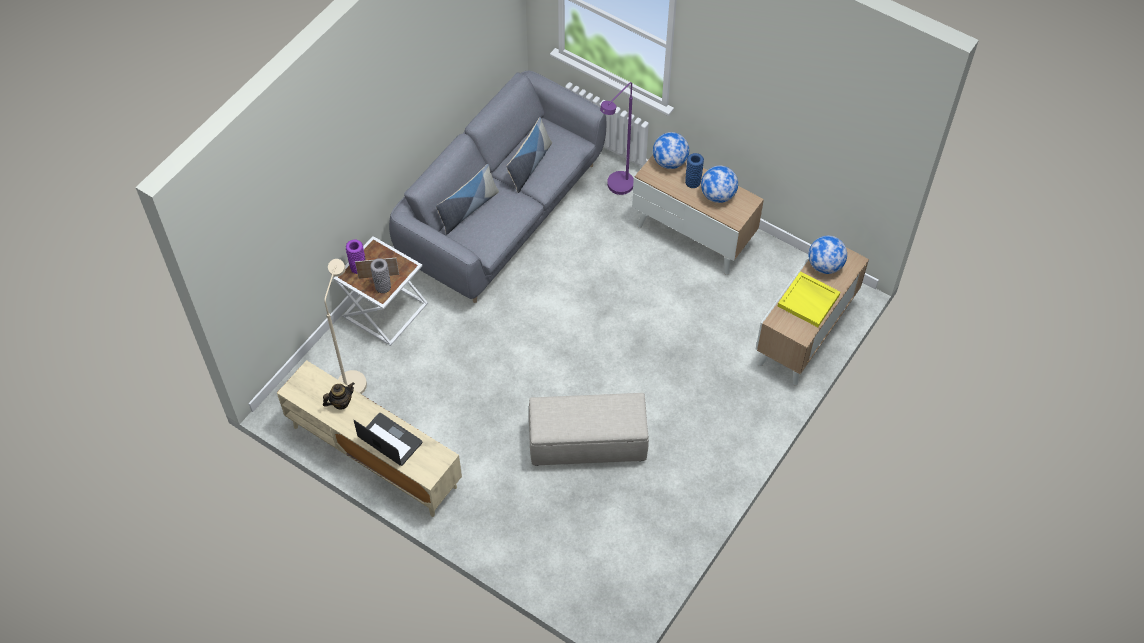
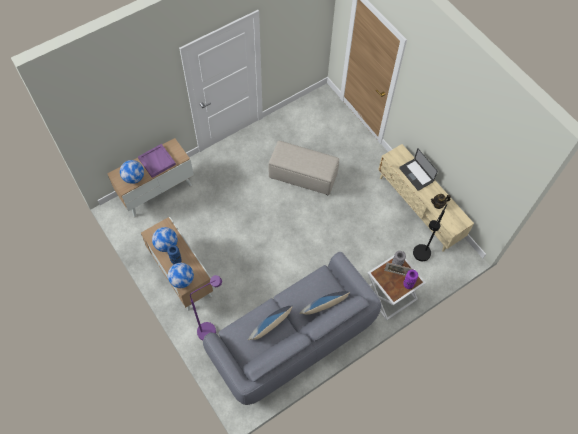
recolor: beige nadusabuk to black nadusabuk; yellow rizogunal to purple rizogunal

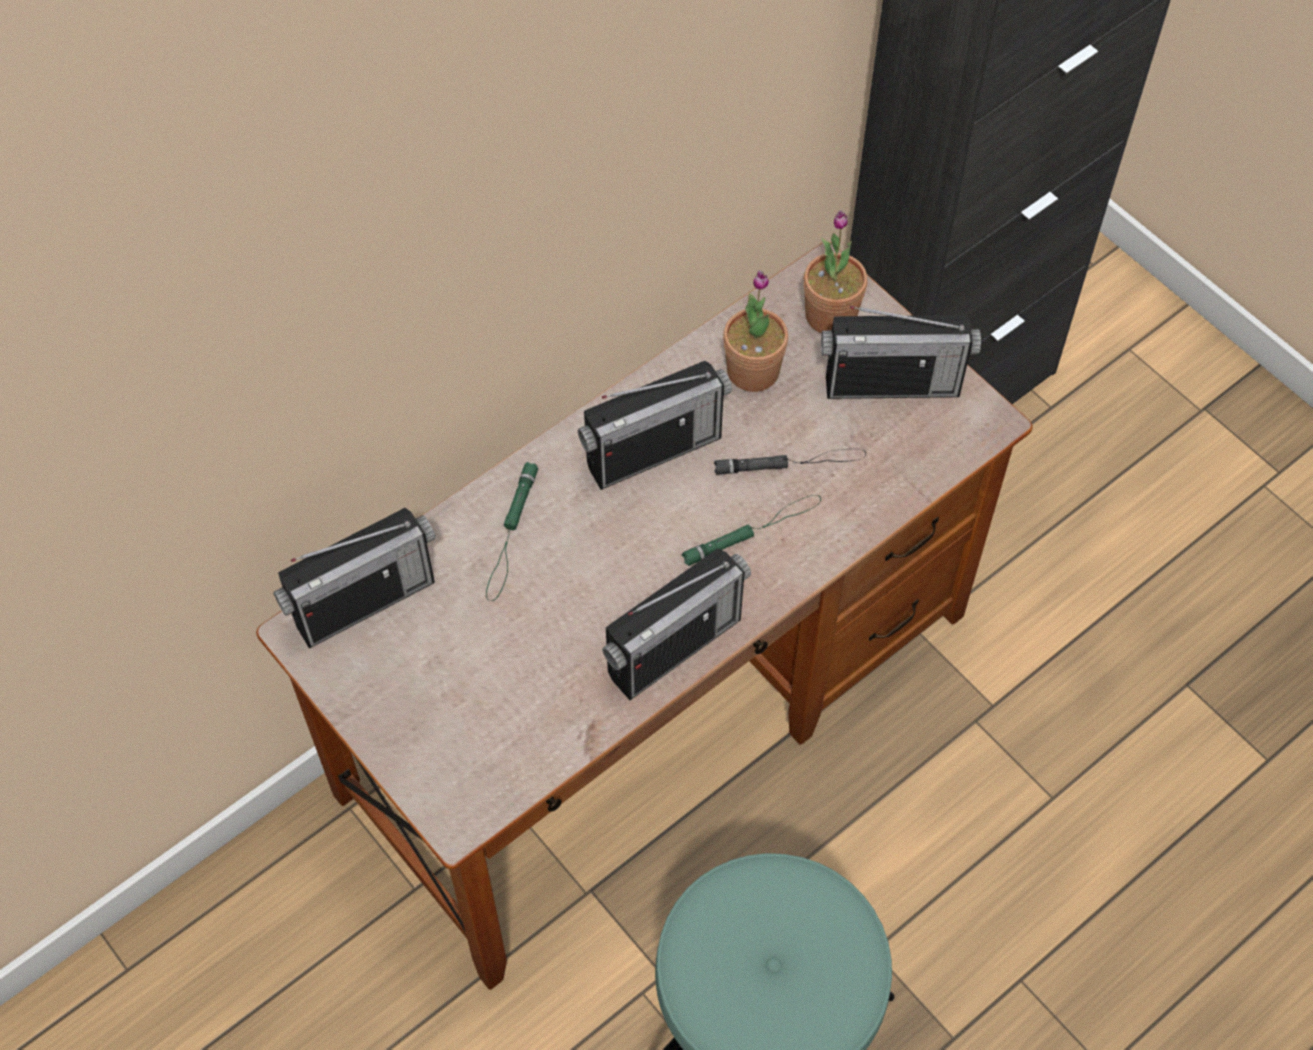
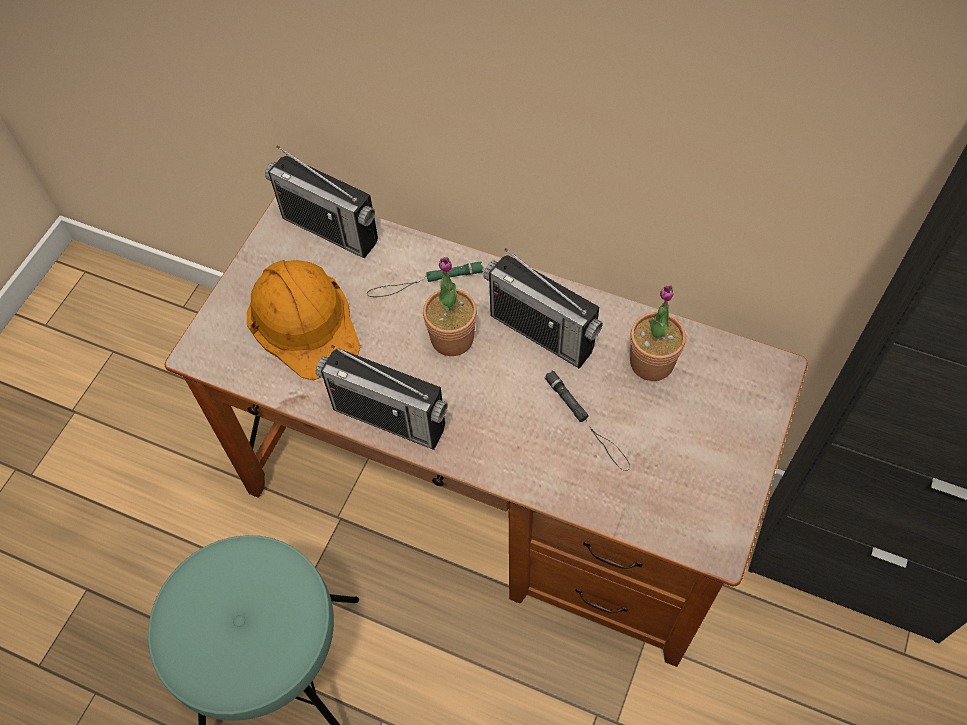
delete: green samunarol (2nd from left); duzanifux (4th from left)
insert: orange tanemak
move: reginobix (2nd from left in the first image) to reginobix (1st from left)

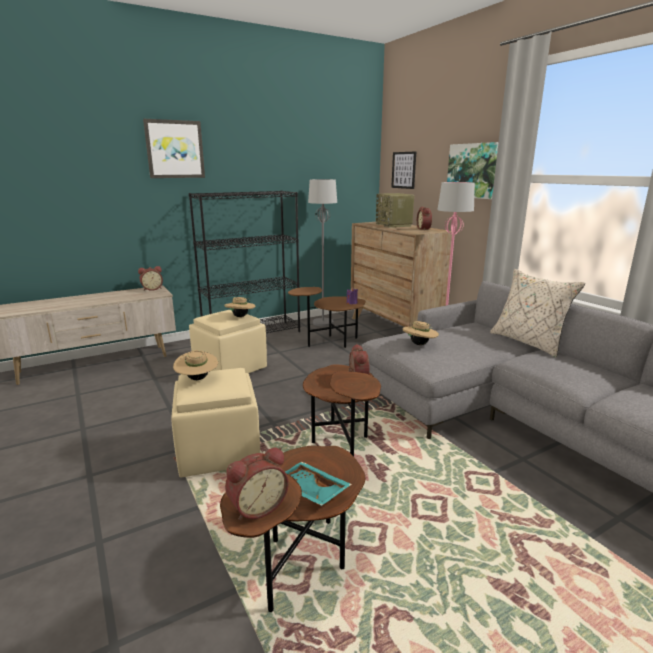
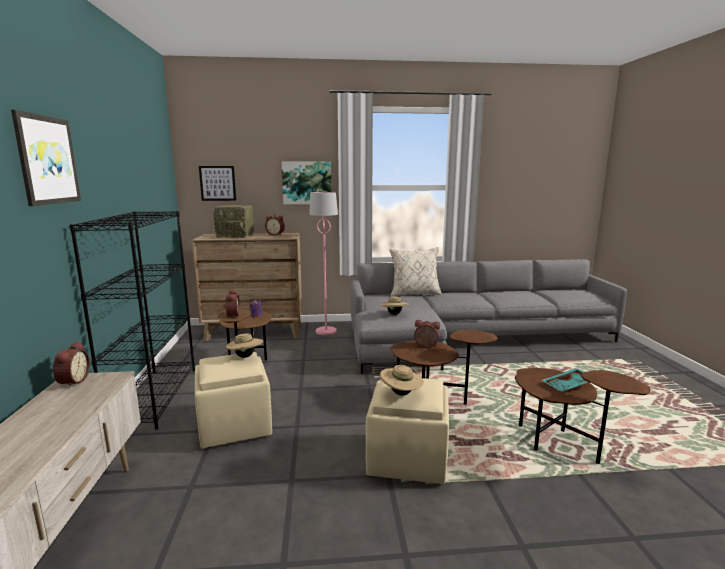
delete: grey nadusabuk
move: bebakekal (2nd from left)

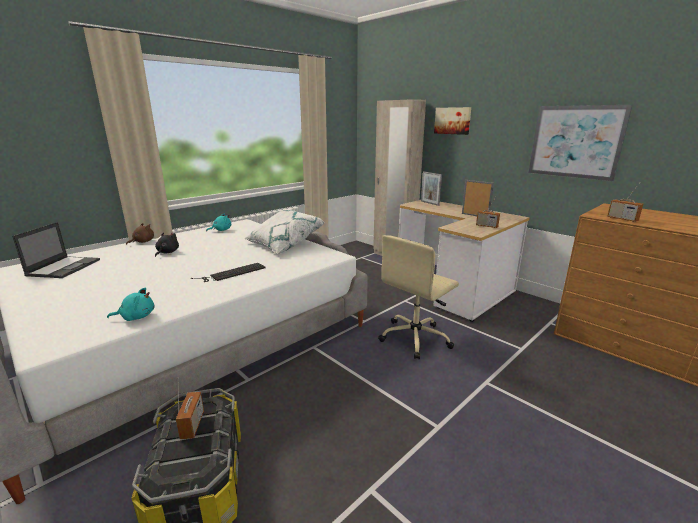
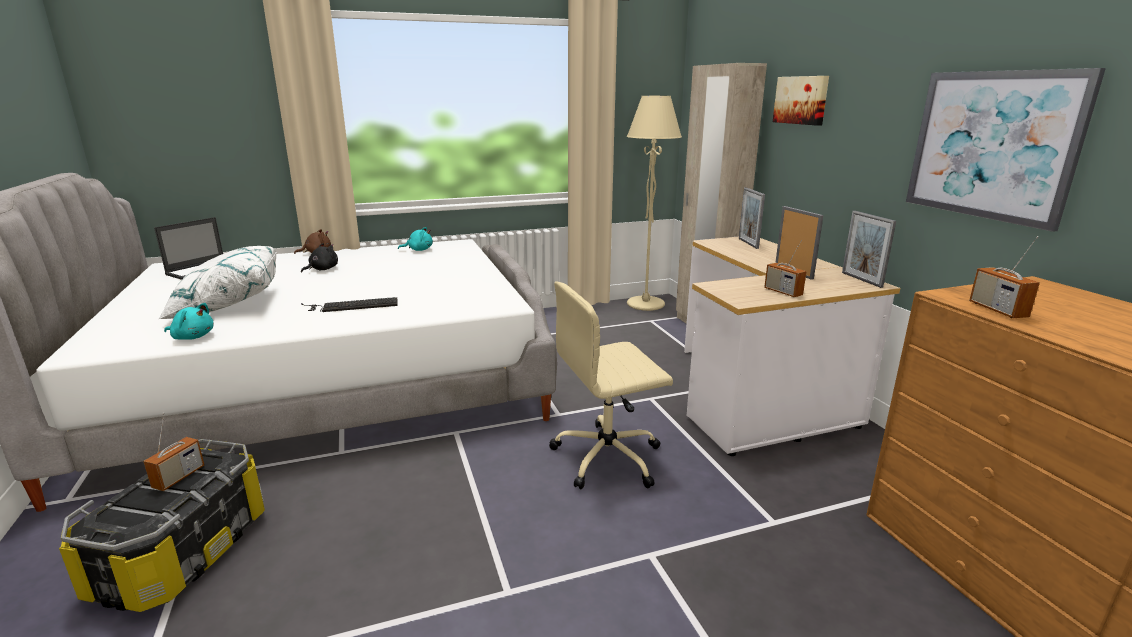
insert: beige nadusabuk; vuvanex (3rd from left)
move: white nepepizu

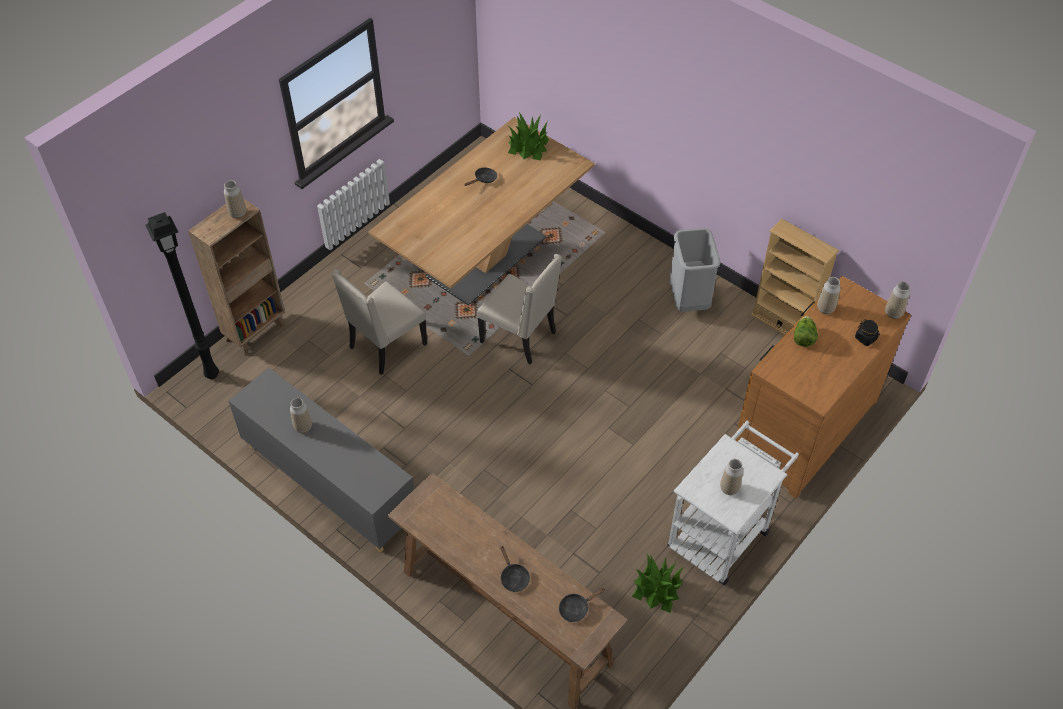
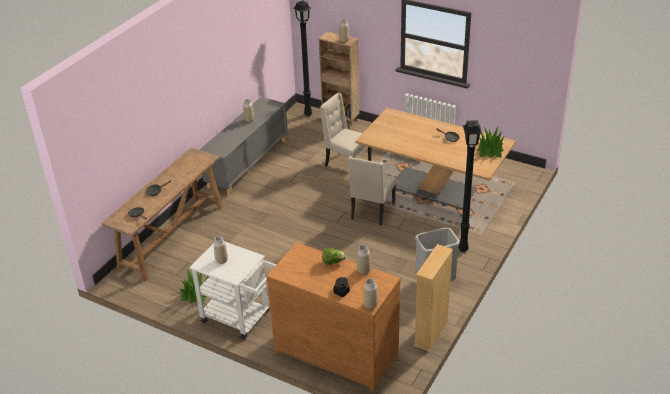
insert: black nadusabuk (2nd from left)

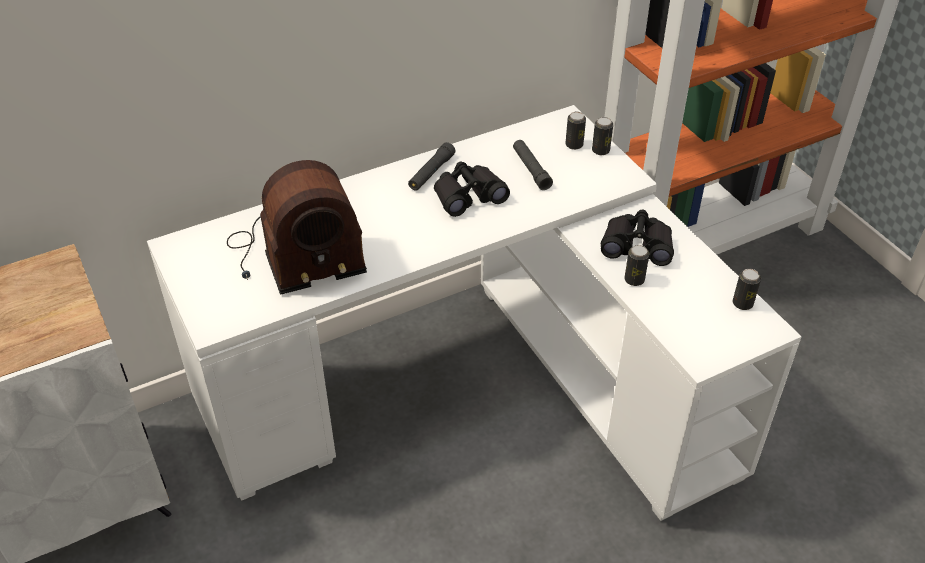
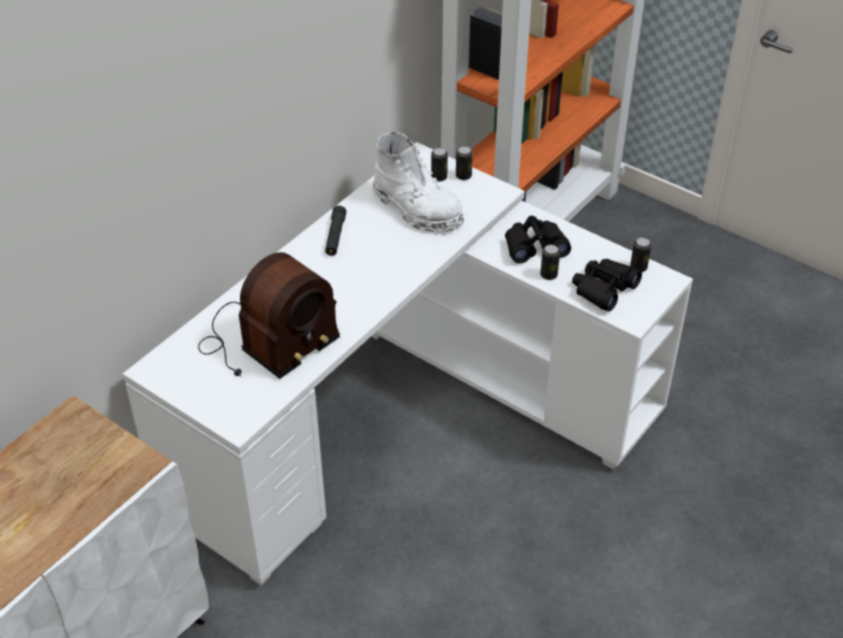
move: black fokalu (1st from left in the first image) to black fokalu (2nd from left)
replace: black samunarol (2nd from left) to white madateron

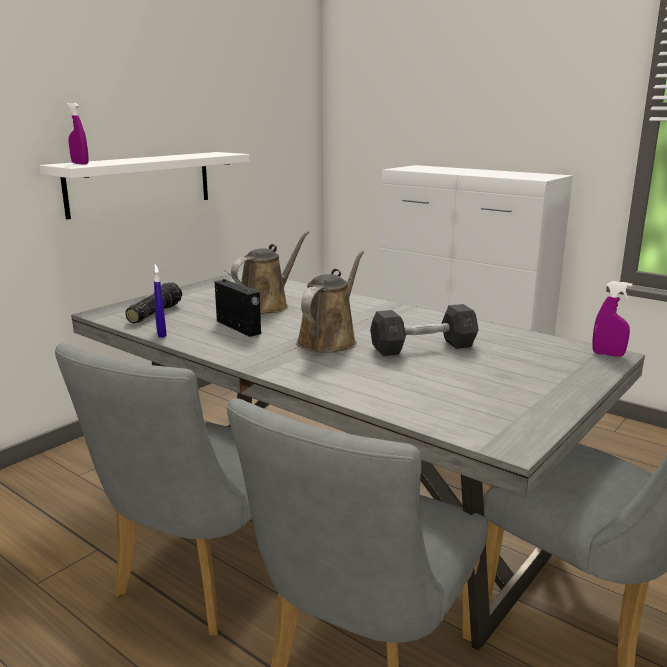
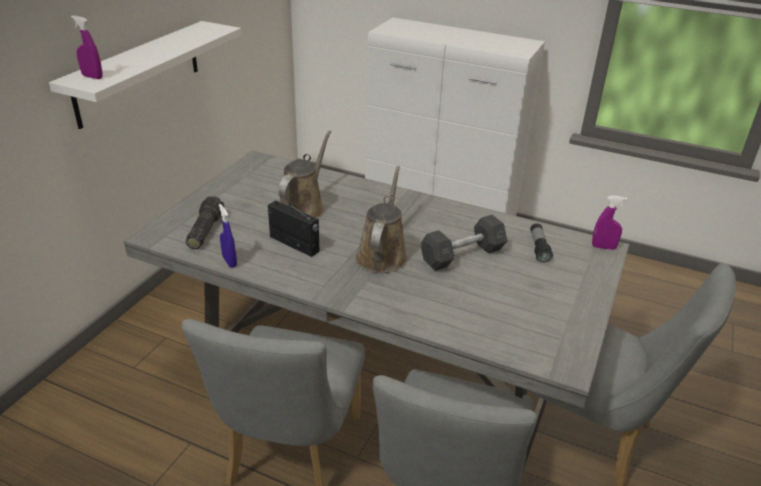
insert: samunarol (2nd from left)

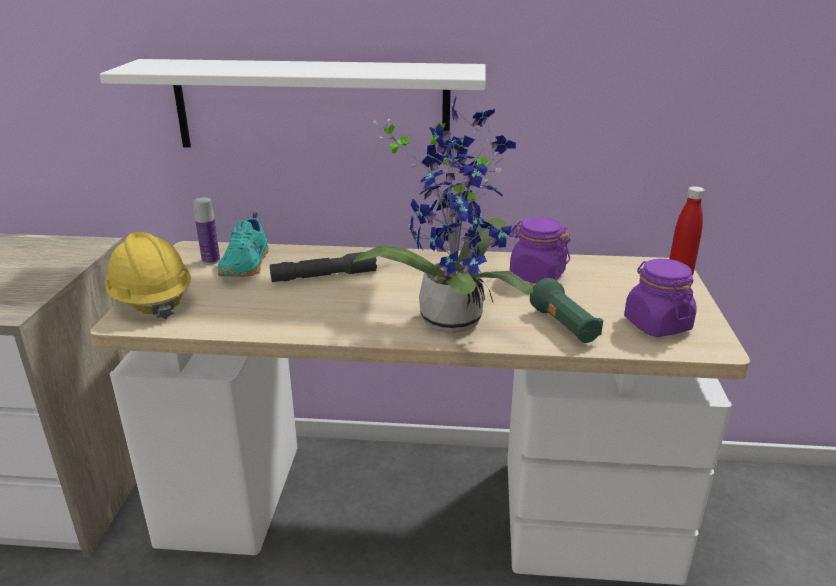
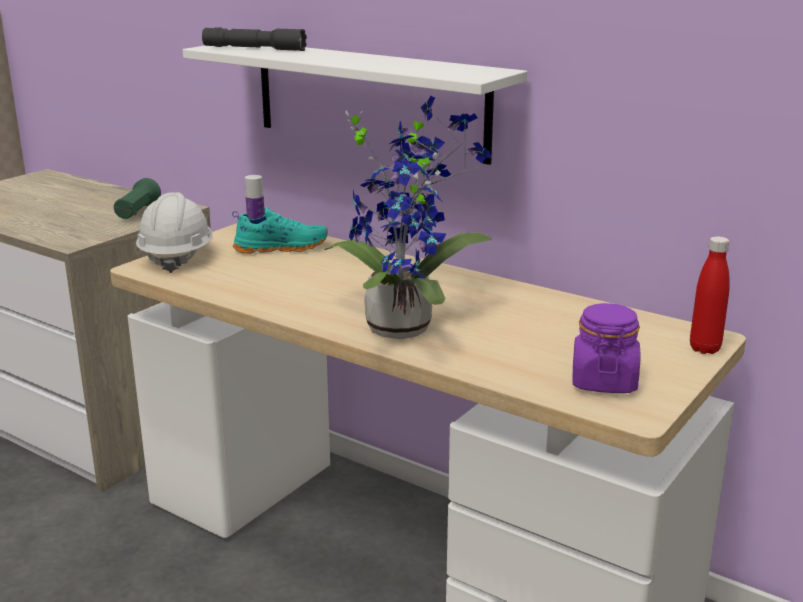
delete: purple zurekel (1st from left)
move: grey samunarol; green samunarol
recolor: yellow tanemak to white tanemak
rotate: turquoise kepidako 135 degrees counterclockwise

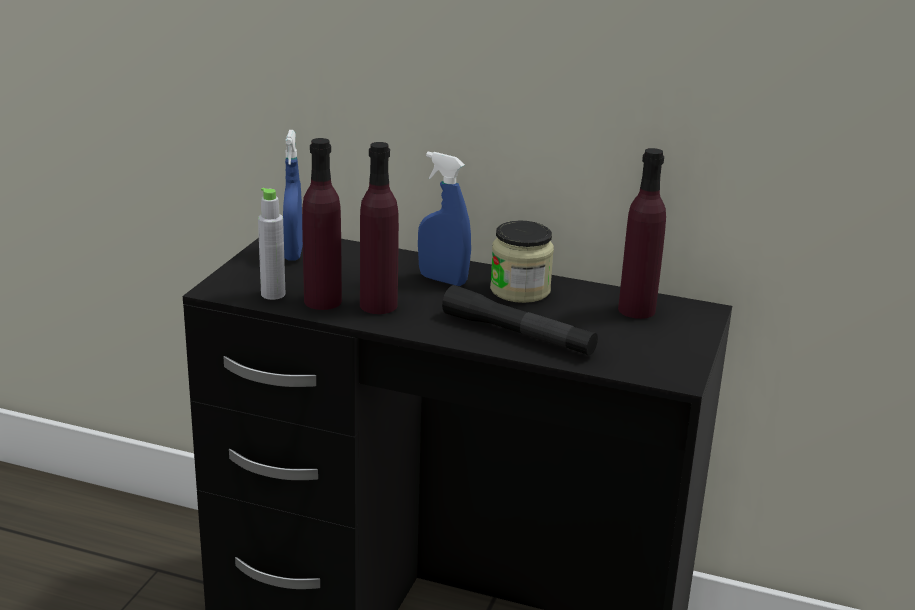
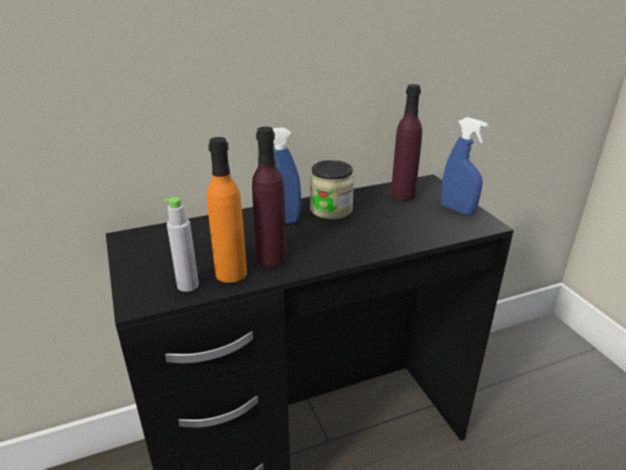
delete: black samunarol
move: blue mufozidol (1st from left in the first image) to blue mufozidol (2nd from left)
recolor: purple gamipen (1st from left) to orange gamipen

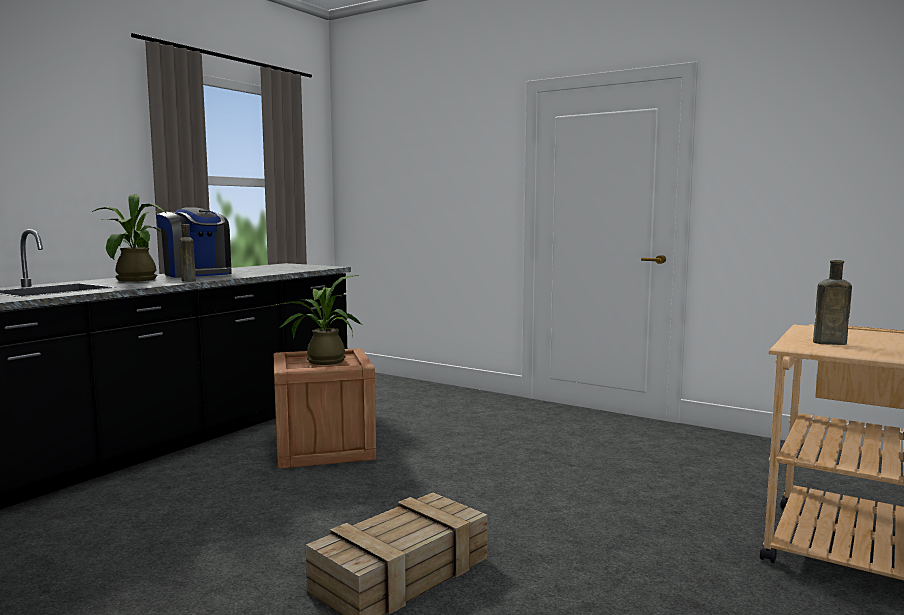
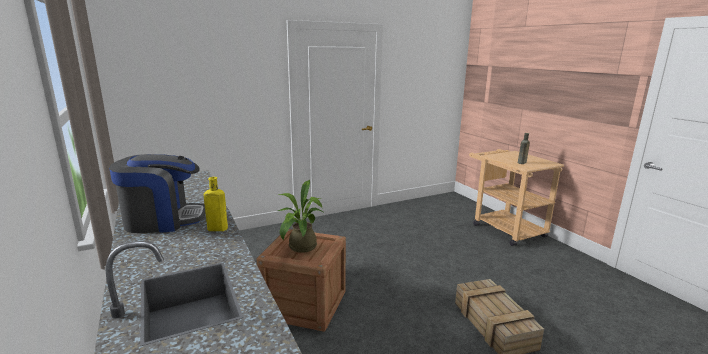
delete: reginobix (1st from left)
recolor: brown gamipen (1st from left) to yellow gamipen

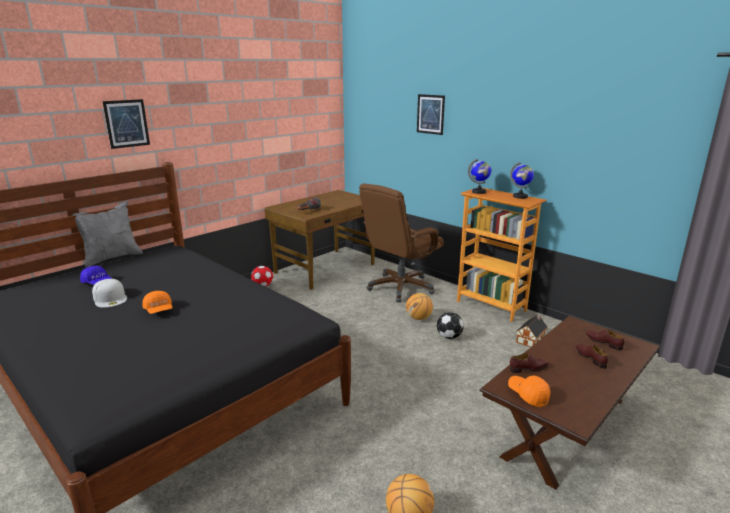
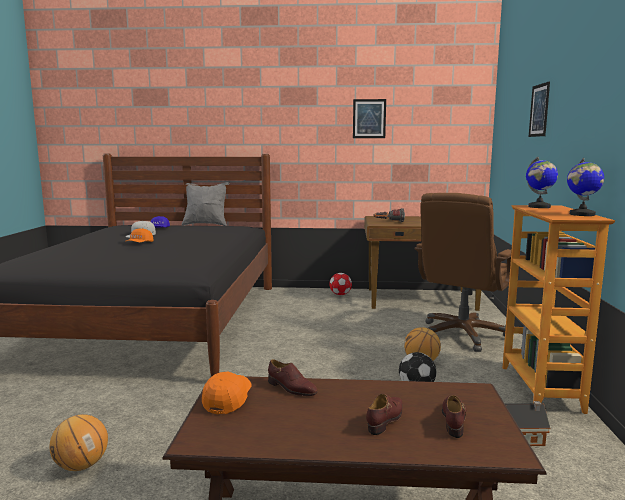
move: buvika (1st from left)
rotate: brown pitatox 60 degrees counterclockwise

